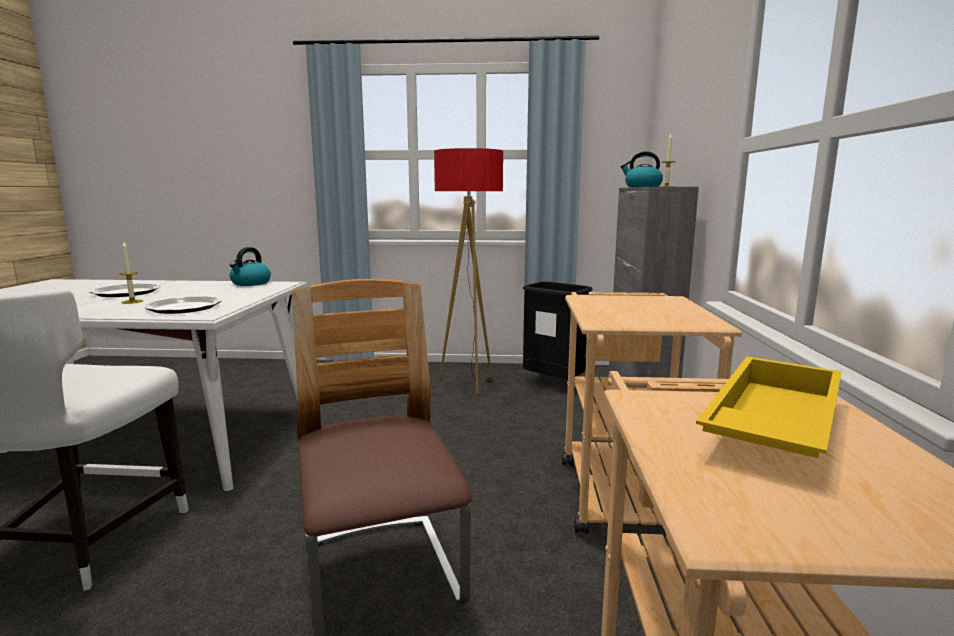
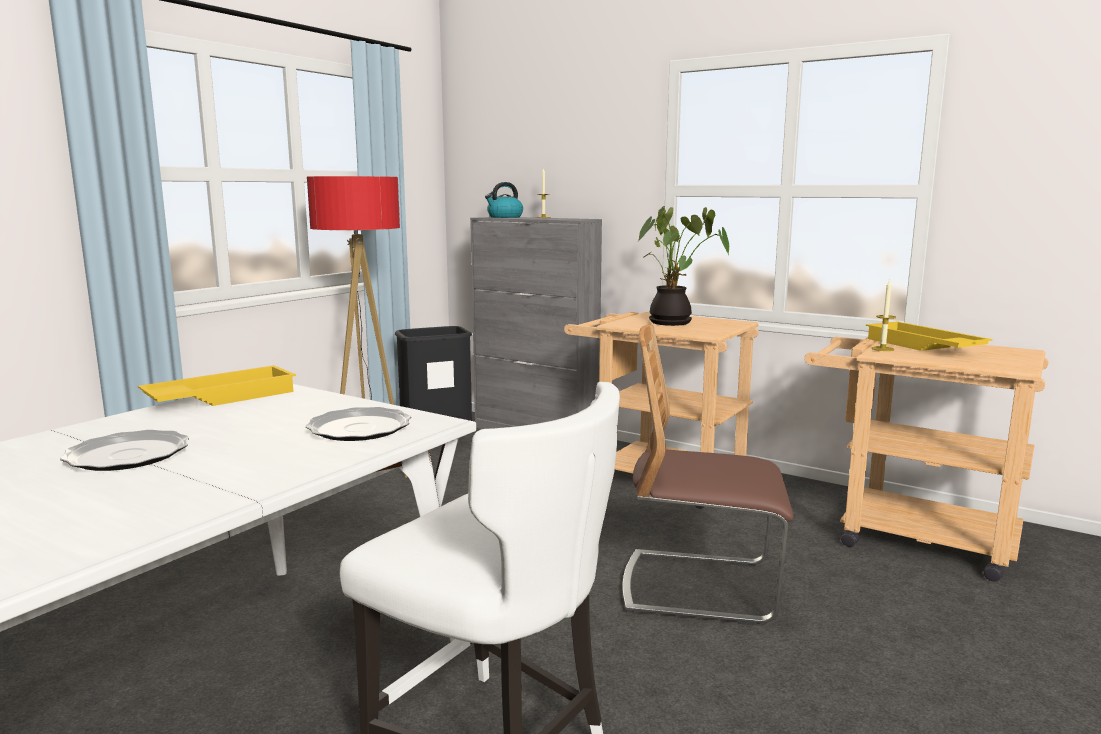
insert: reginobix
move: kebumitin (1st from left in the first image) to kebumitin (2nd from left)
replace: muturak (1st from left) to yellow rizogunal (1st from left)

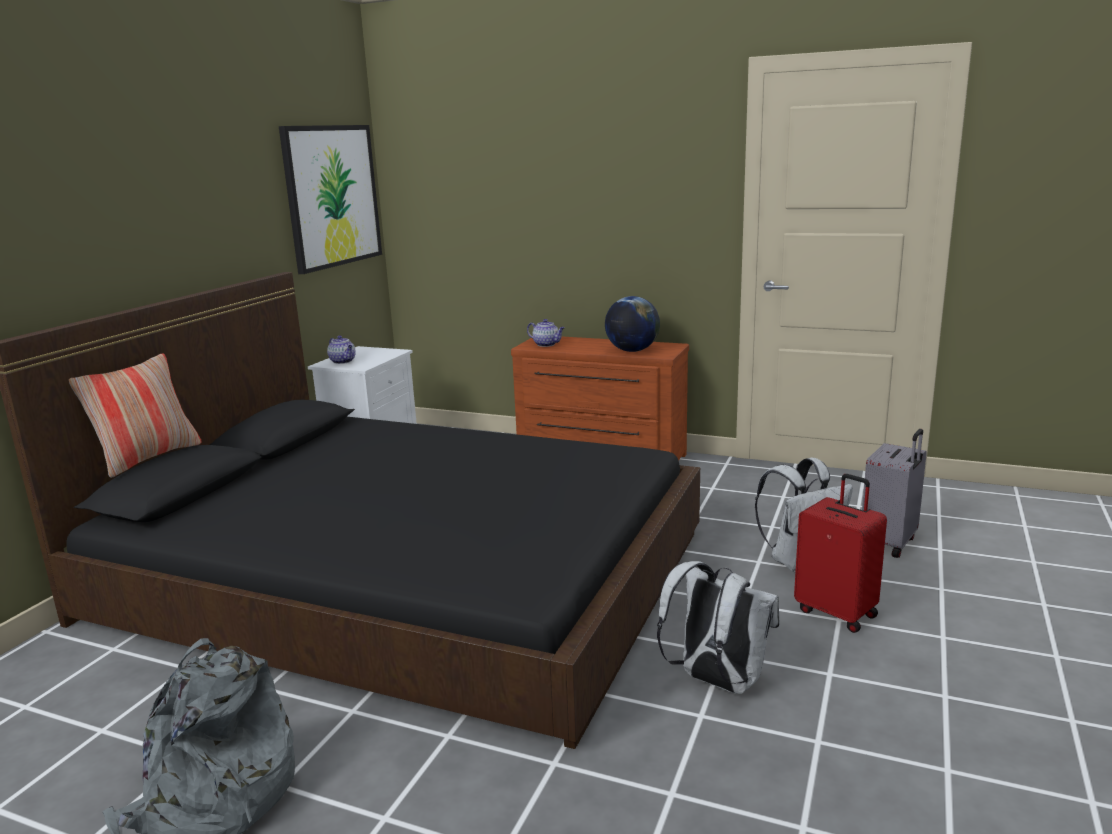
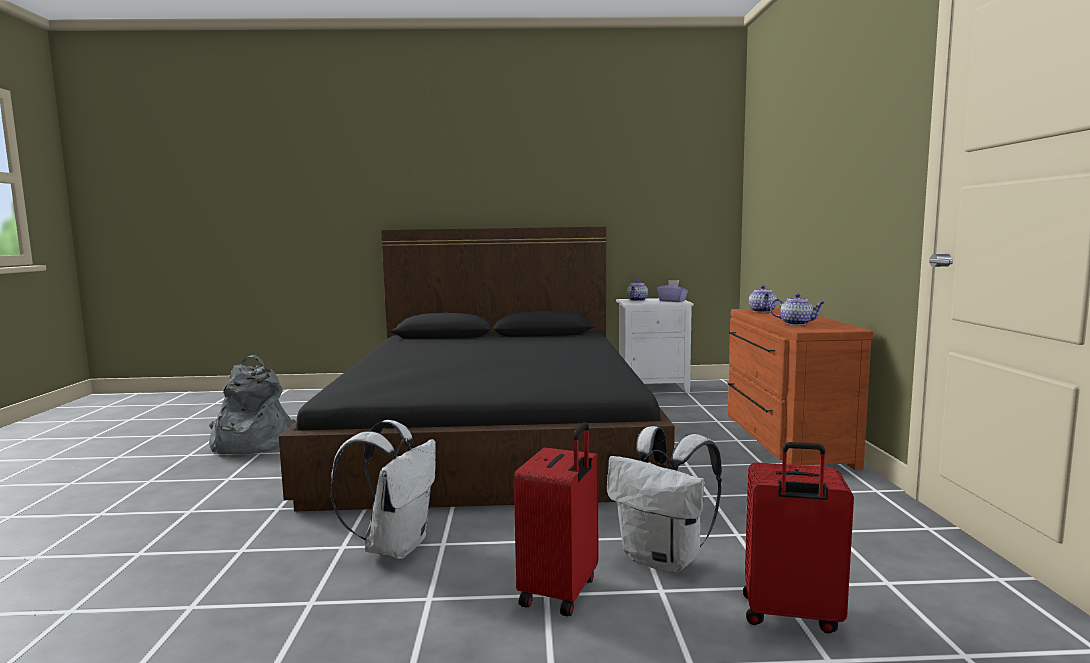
delete: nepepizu; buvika
insert: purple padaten
replace: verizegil to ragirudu (3rd from left)
recolor: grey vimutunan to red vimutunan (2nd from left)

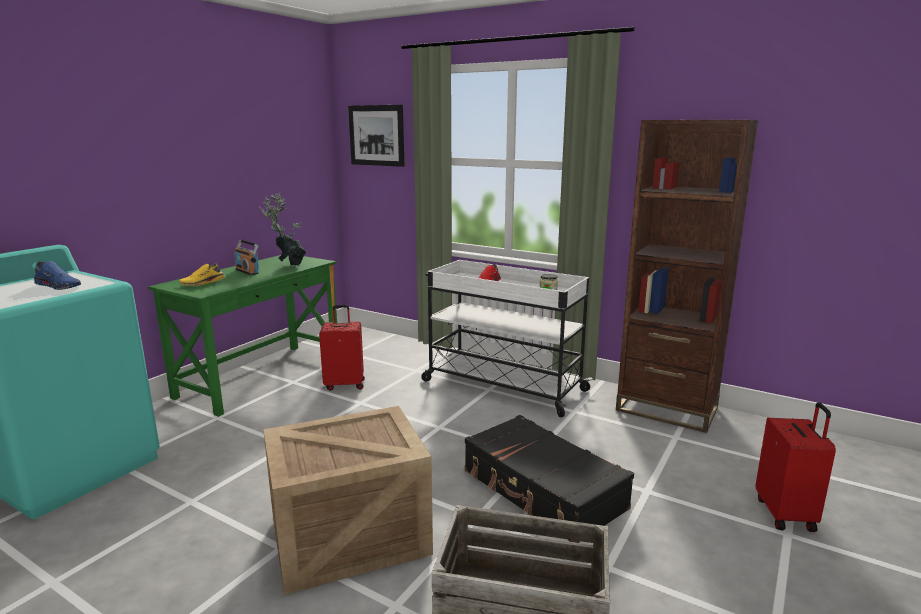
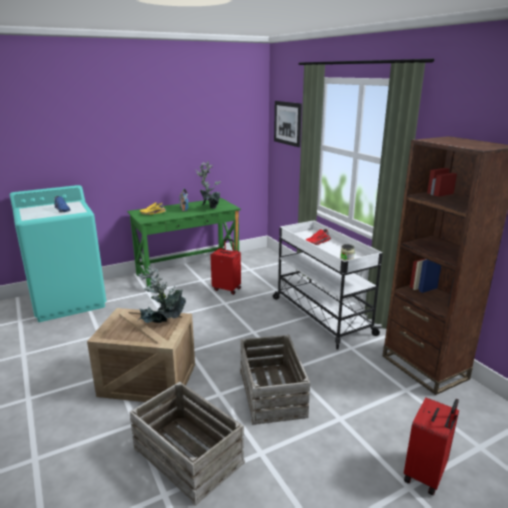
insert: reginobix (1st from left)
replace: black vimutunan to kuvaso (3rd from left)

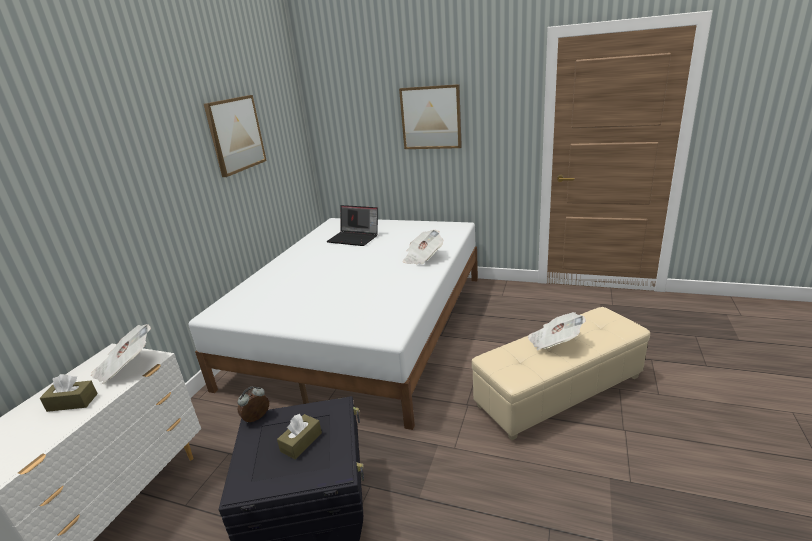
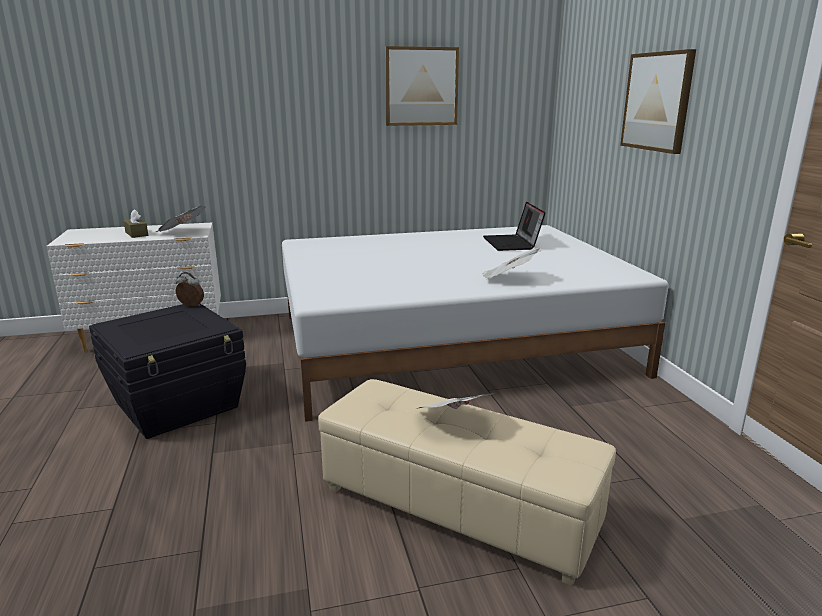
delete: brown padaten (2nd from left)

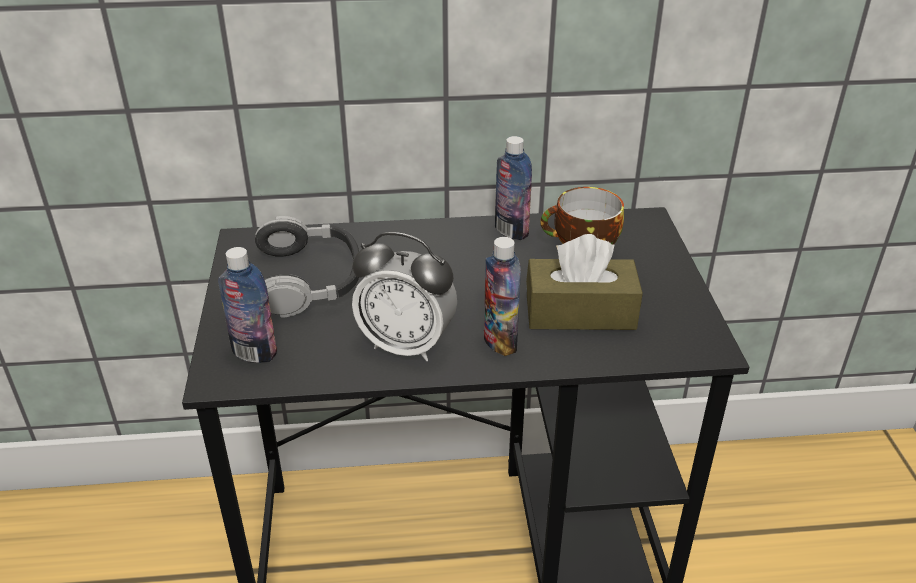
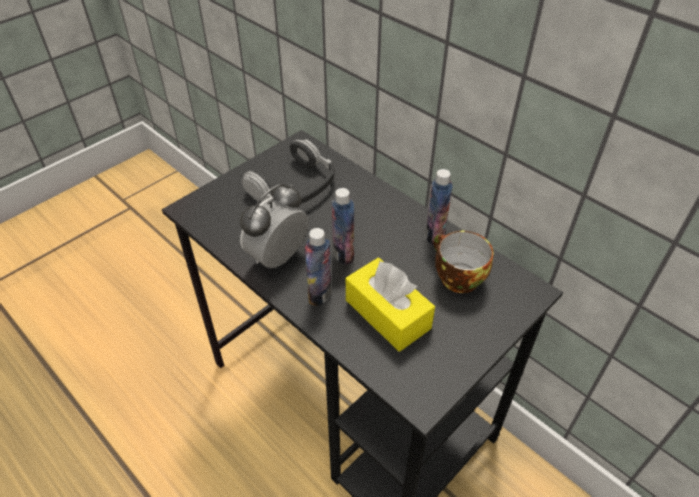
move: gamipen (1st from left in the first image) to gamipen (2nd from left)
recolor: brown padaten to yellow padaten
rotate: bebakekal 60 degrees clockwise

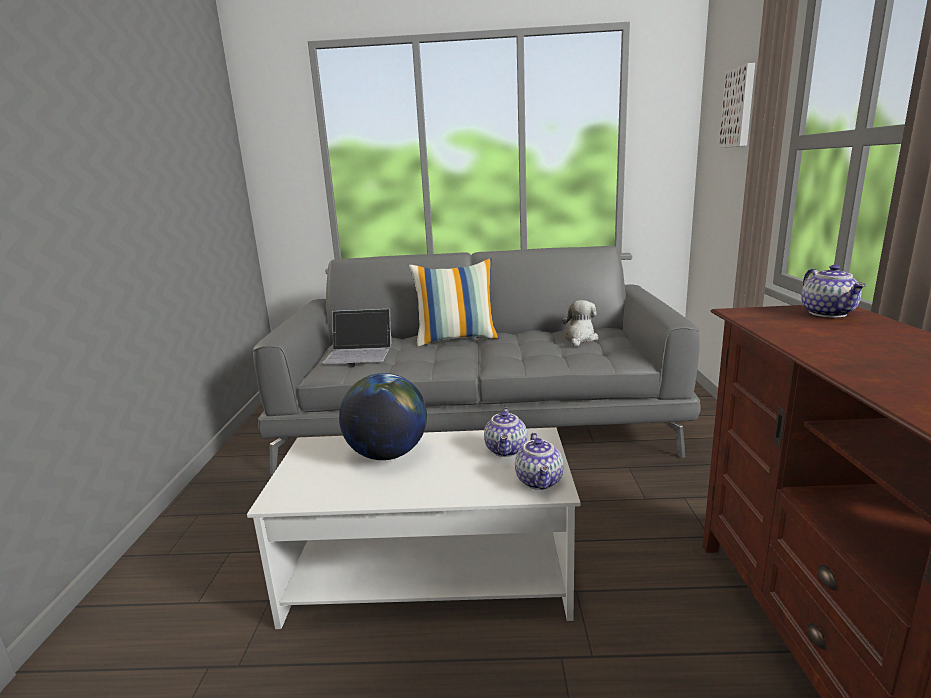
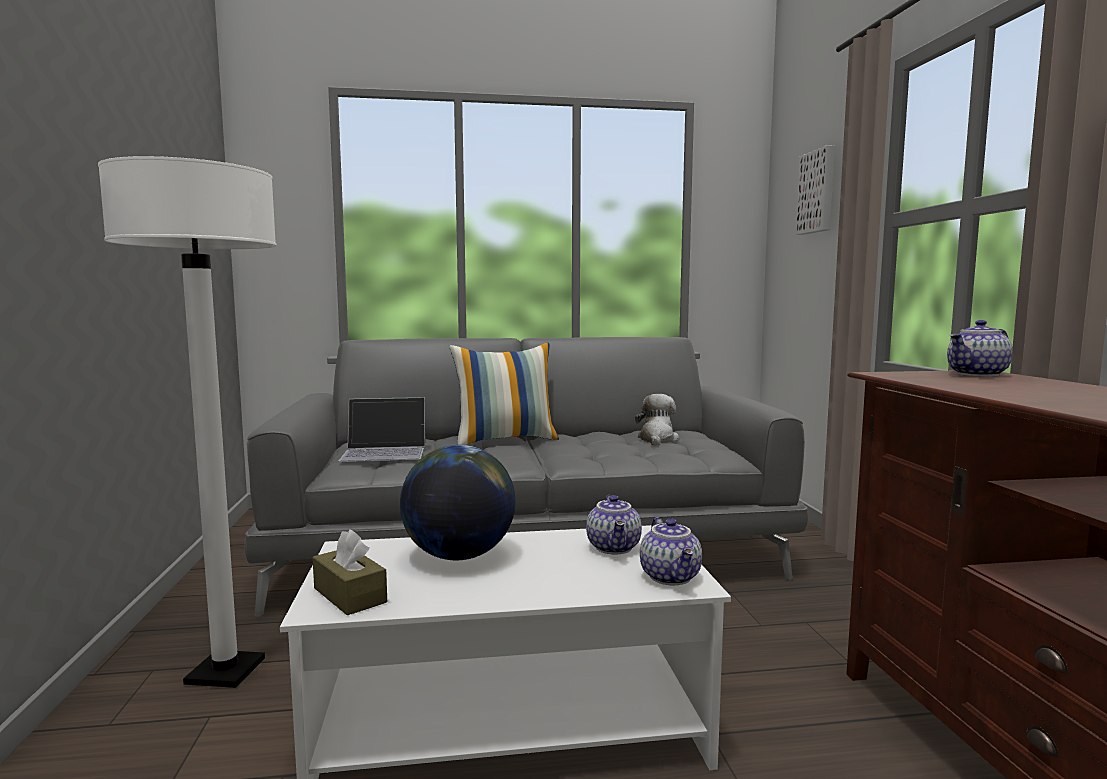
insert: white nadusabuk; brown padaten
rotate: ragirudu (3rd from left) 75 degrees clockwise

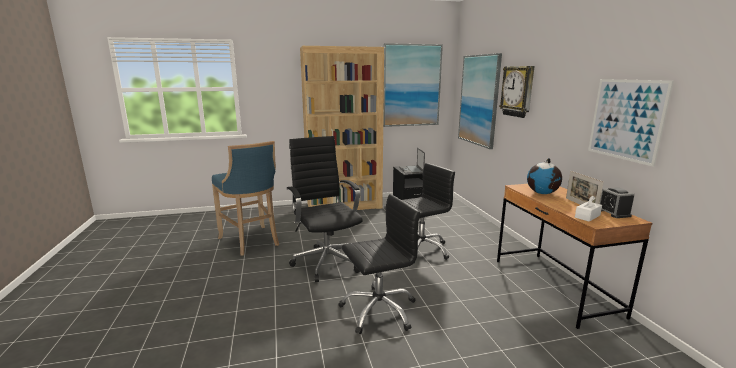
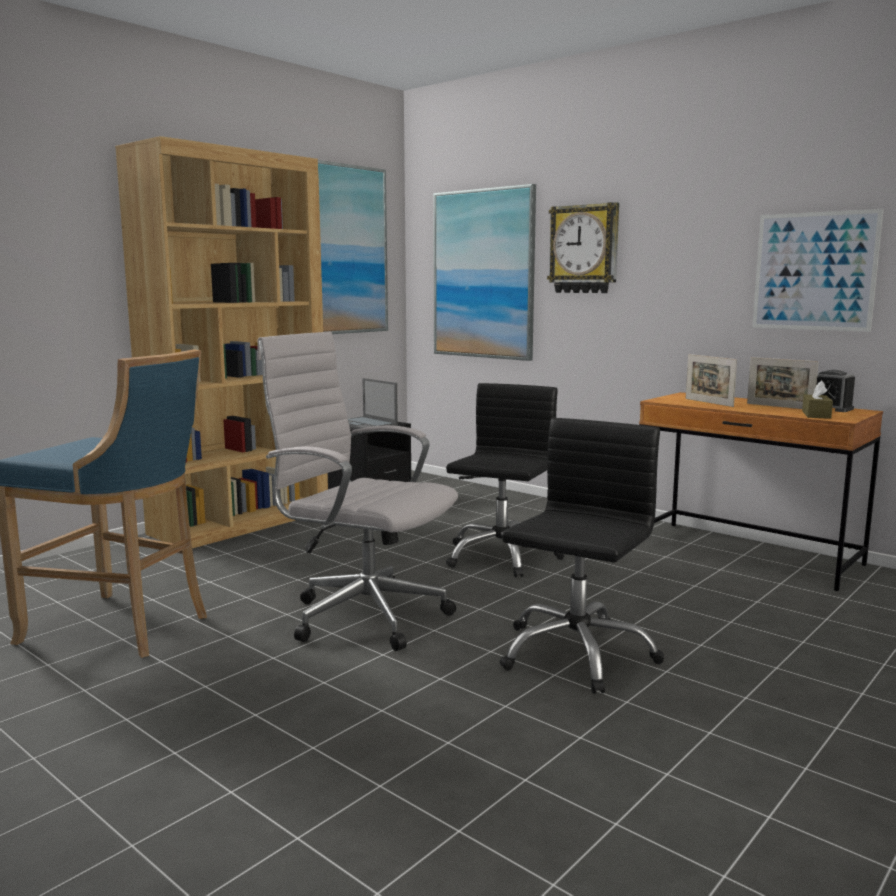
replace: verizegil to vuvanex (1st from left)
recolor: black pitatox (1st from left) to white pitatox; white padaten to brown padaten

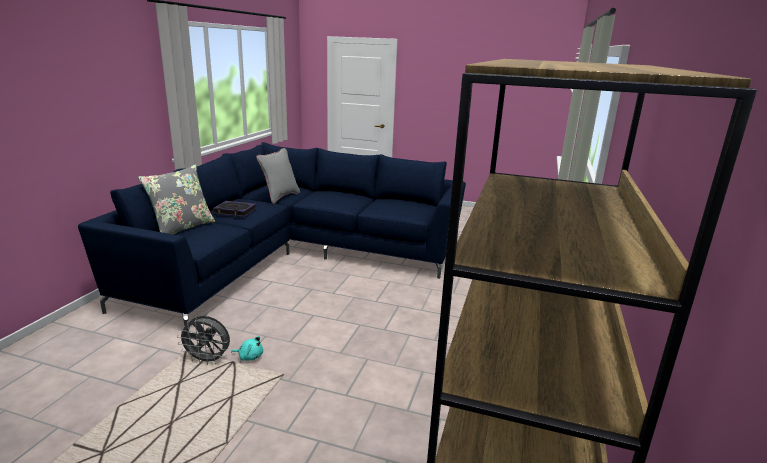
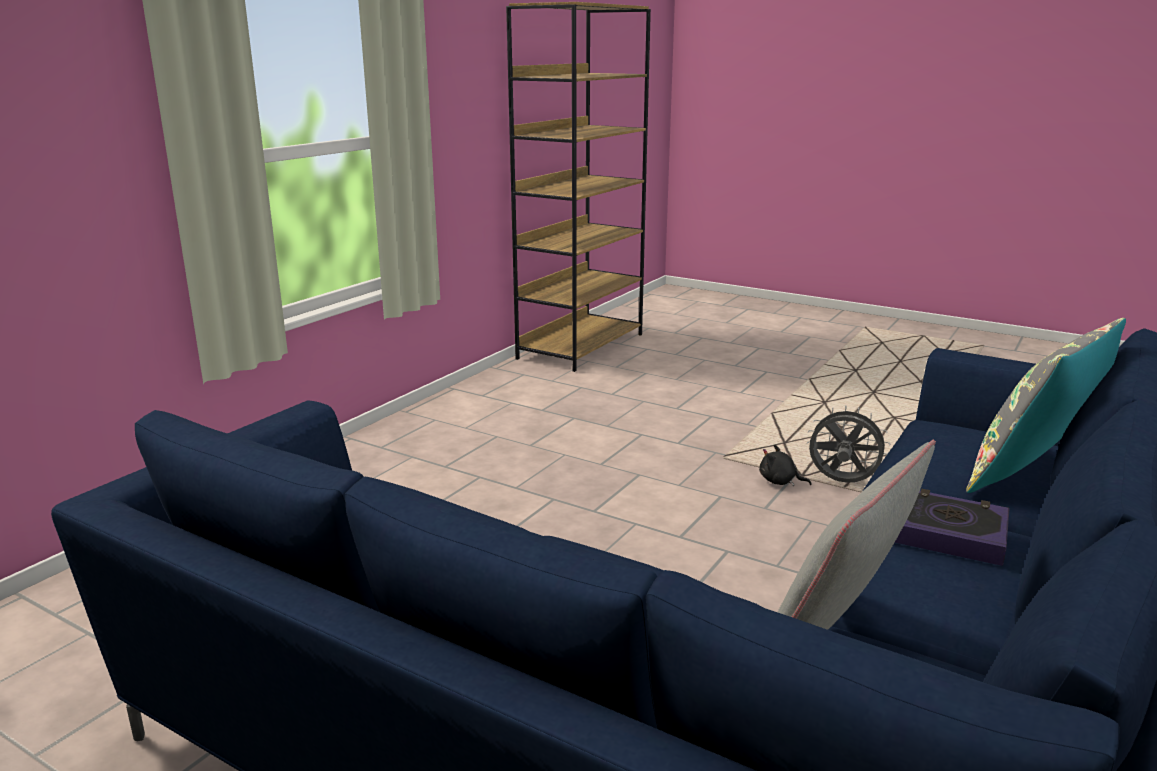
recolor: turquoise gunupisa to black gunupisa

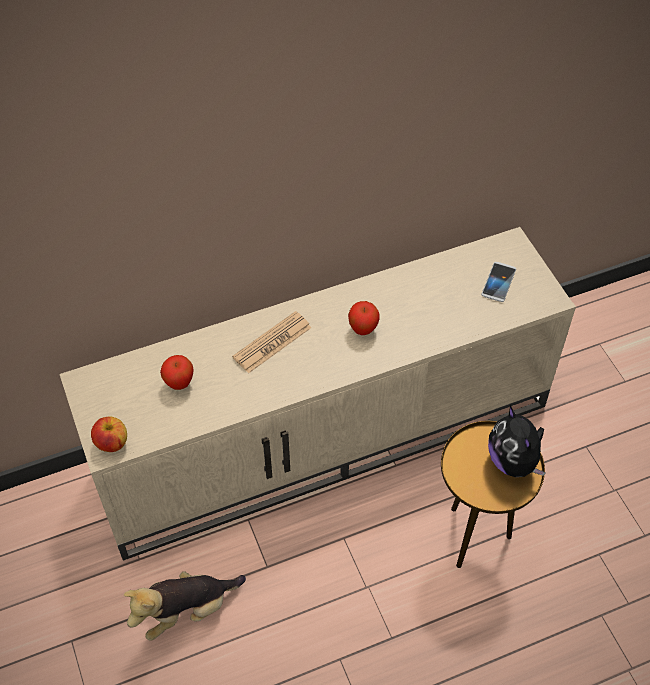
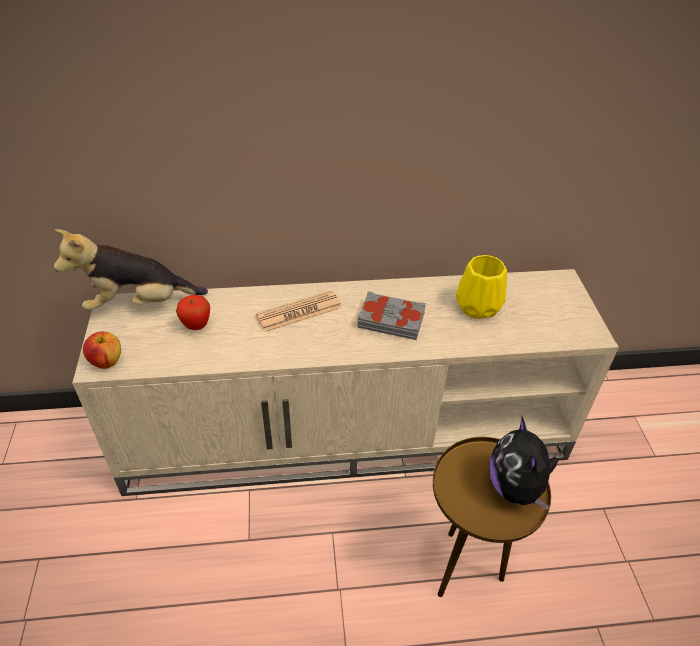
delete: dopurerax
insert: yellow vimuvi
move: gunupisa (1st from left)
replace: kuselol (3rd from left) to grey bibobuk

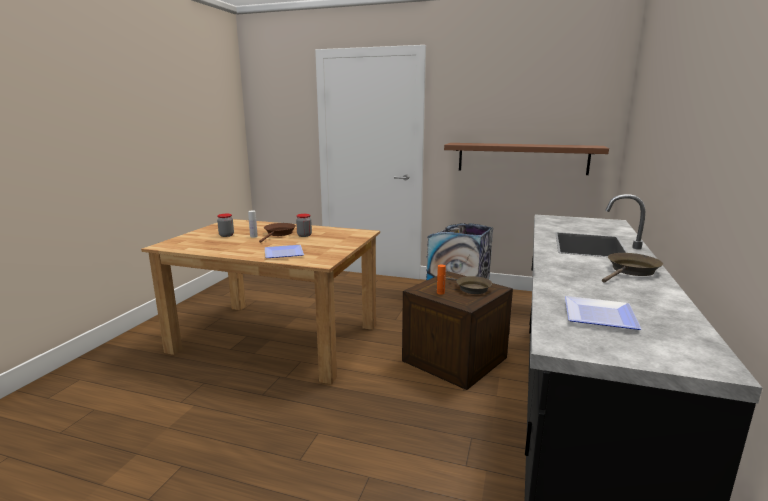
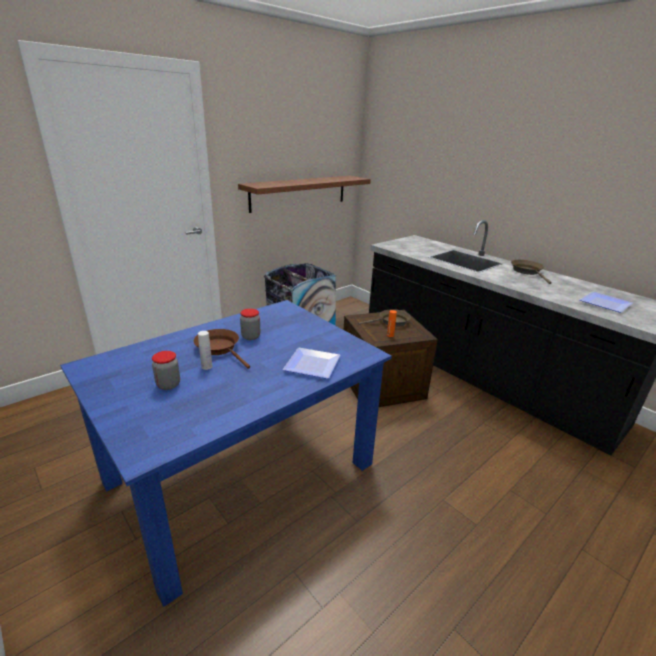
recolor: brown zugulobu to blue zugulobu

